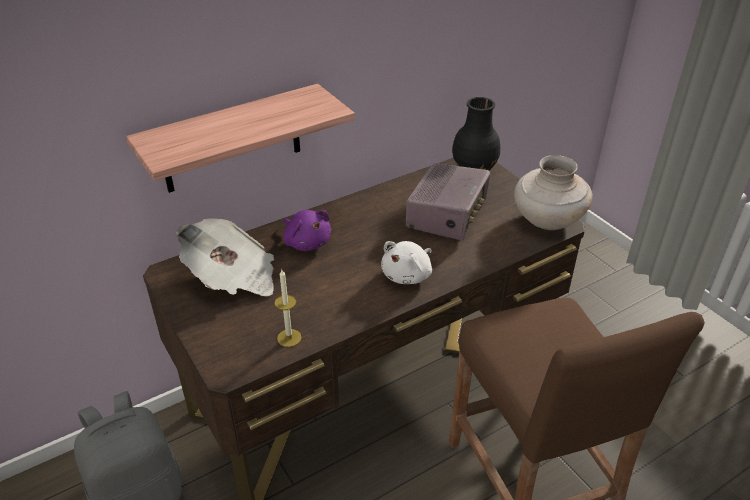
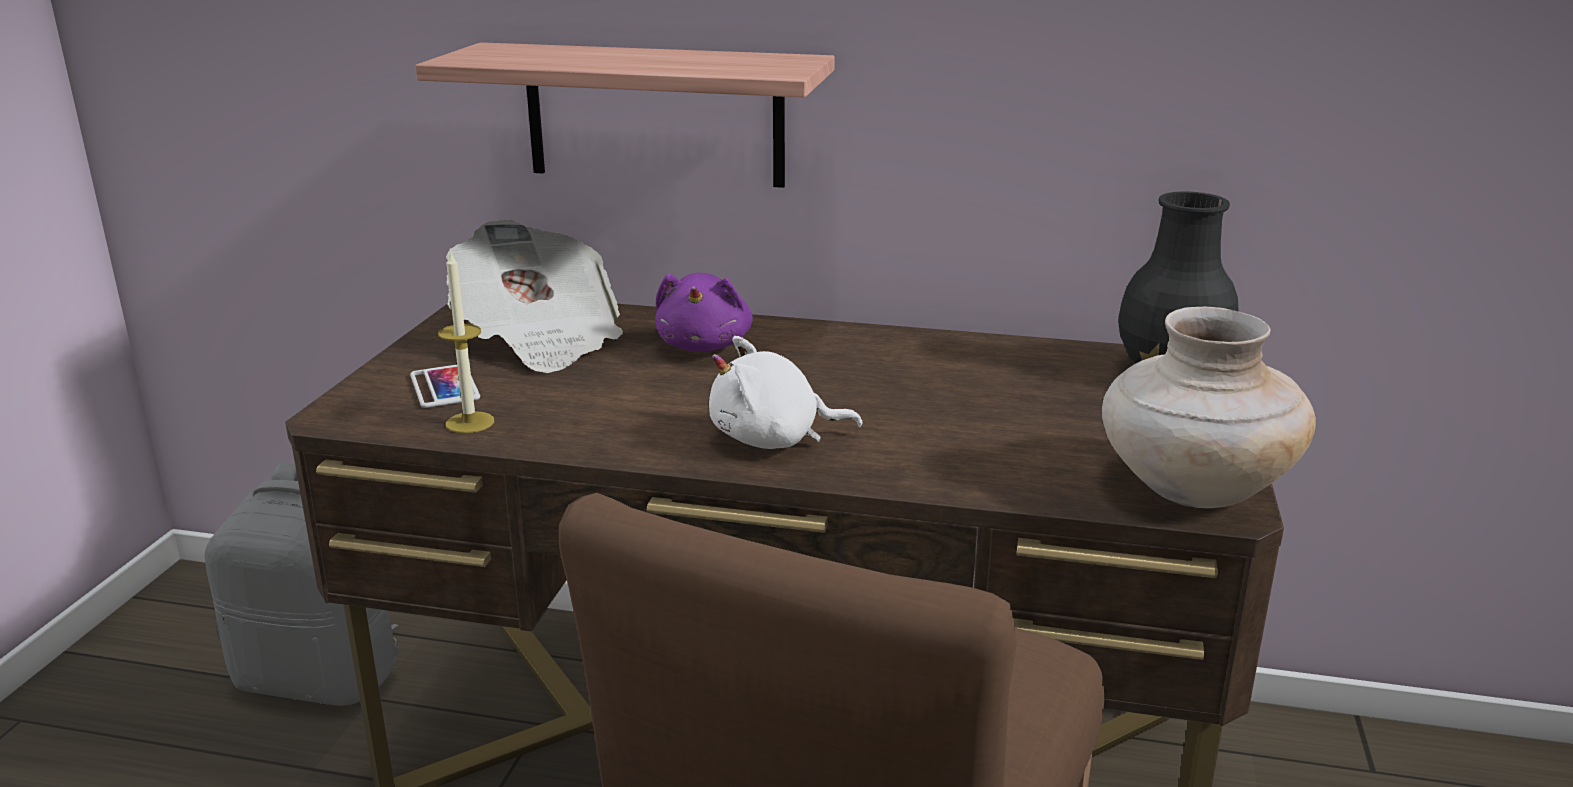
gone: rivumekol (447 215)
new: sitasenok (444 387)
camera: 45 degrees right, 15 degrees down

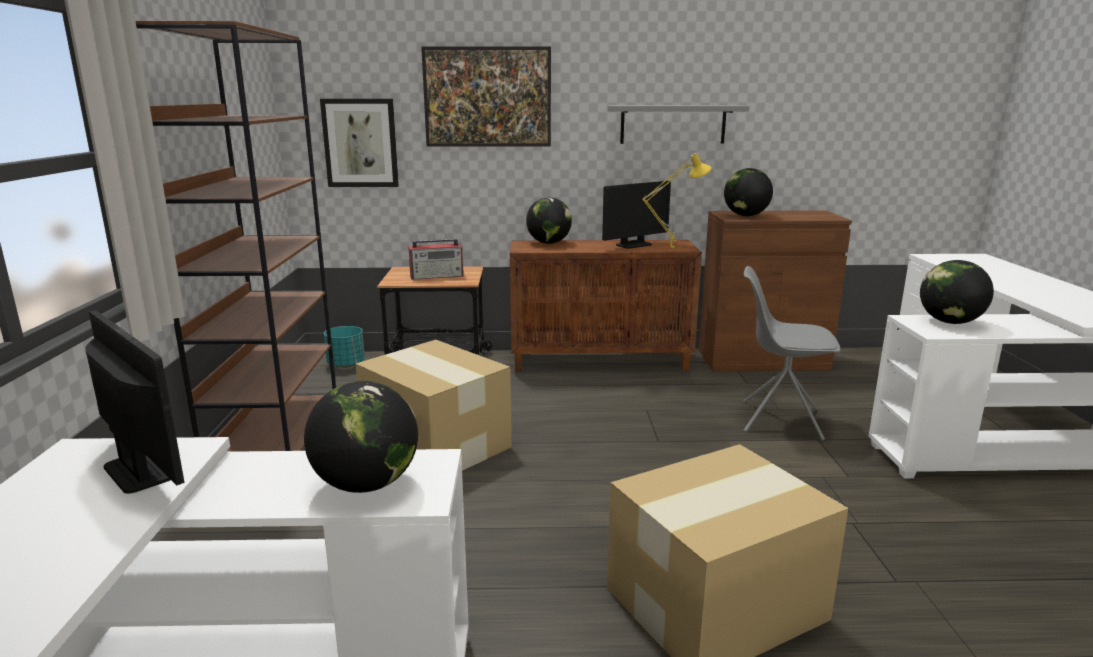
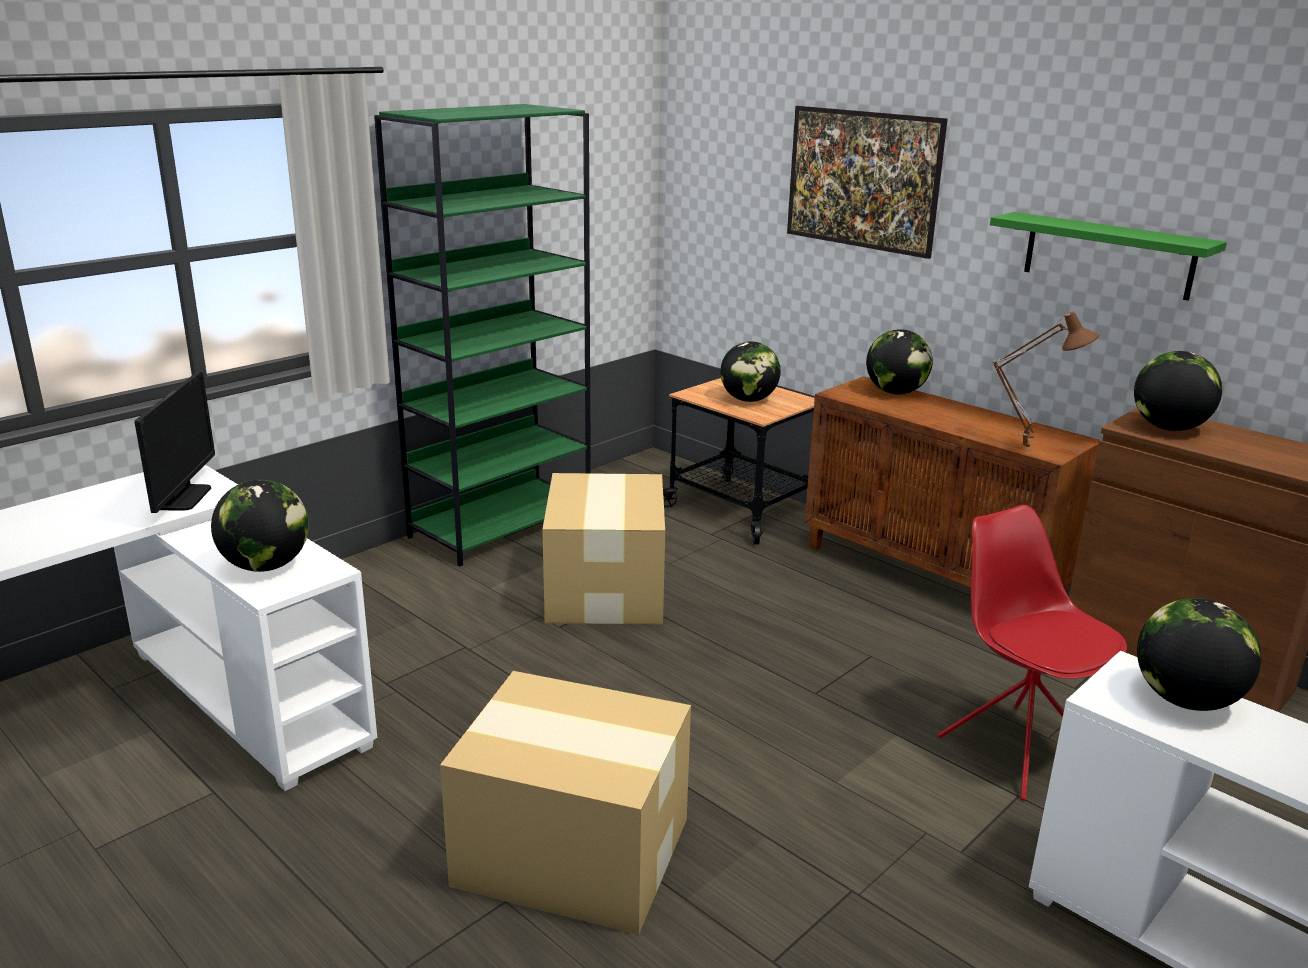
gone: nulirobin (360 143); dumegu (634 245); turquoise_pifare (346 364)
swapped: rivumekol (437 276) to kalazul (748 400)
repainted: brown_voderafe (276 439) to green_voderafe (501 525); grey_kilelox (673 124) to green_kilelox (1108 255); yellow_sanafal (672 249) to brown_sanafal (1027 449); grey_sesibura (779 420) to red_sesibura (1017 749)
camera: 45 degrees right, 5 degrees up

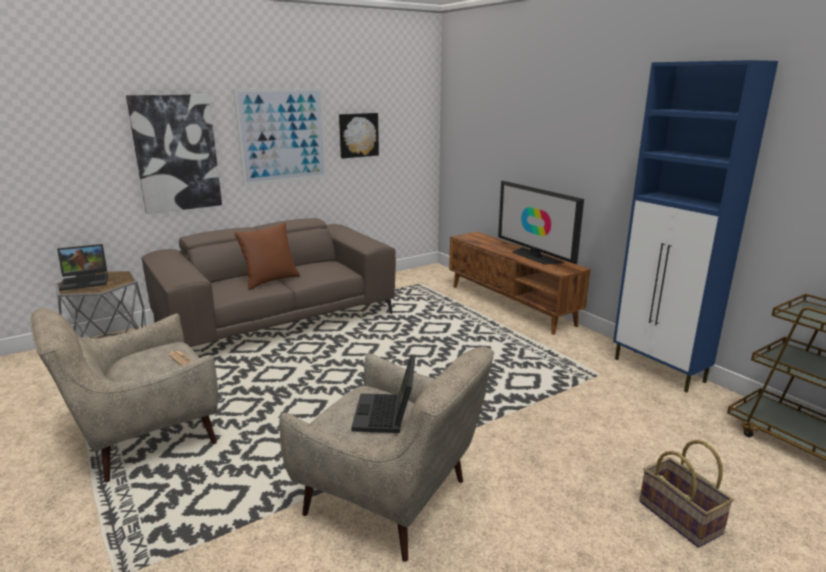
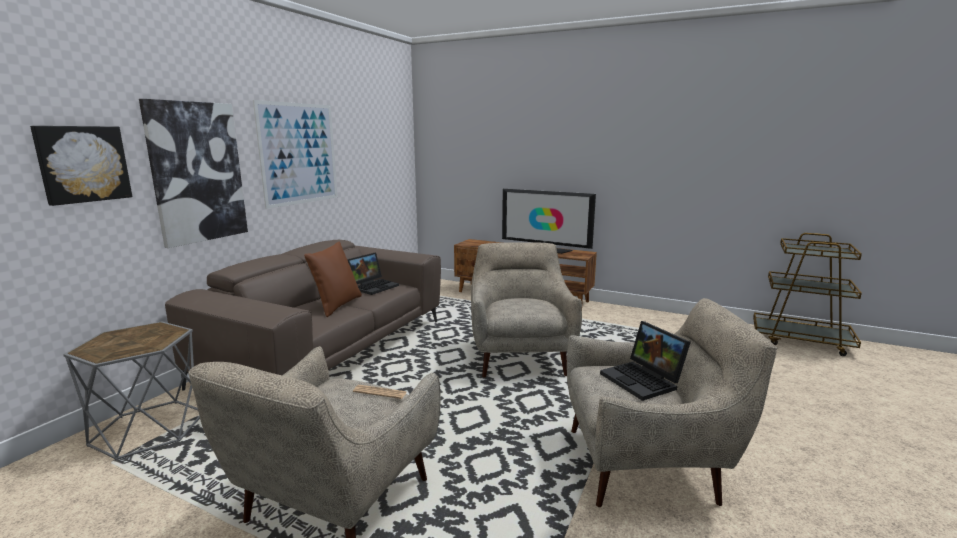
gone: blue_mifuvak (659 371); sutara (681 517)
new: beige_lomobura (520 356)
shifted: nulirobin (358 135) to (83 164); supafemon (86 281) to (373 286)
camera: 30 degrees left, 5 degrees down

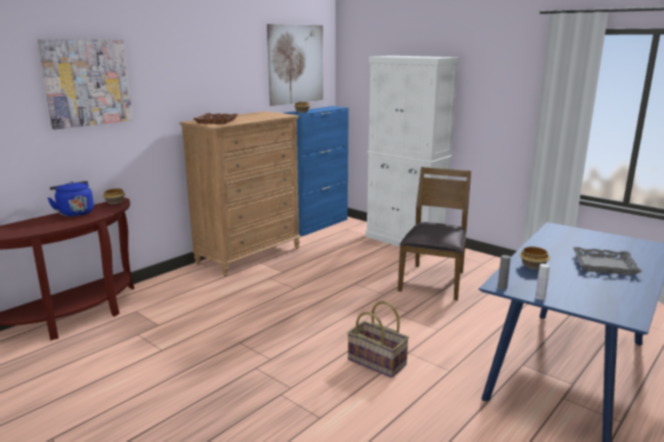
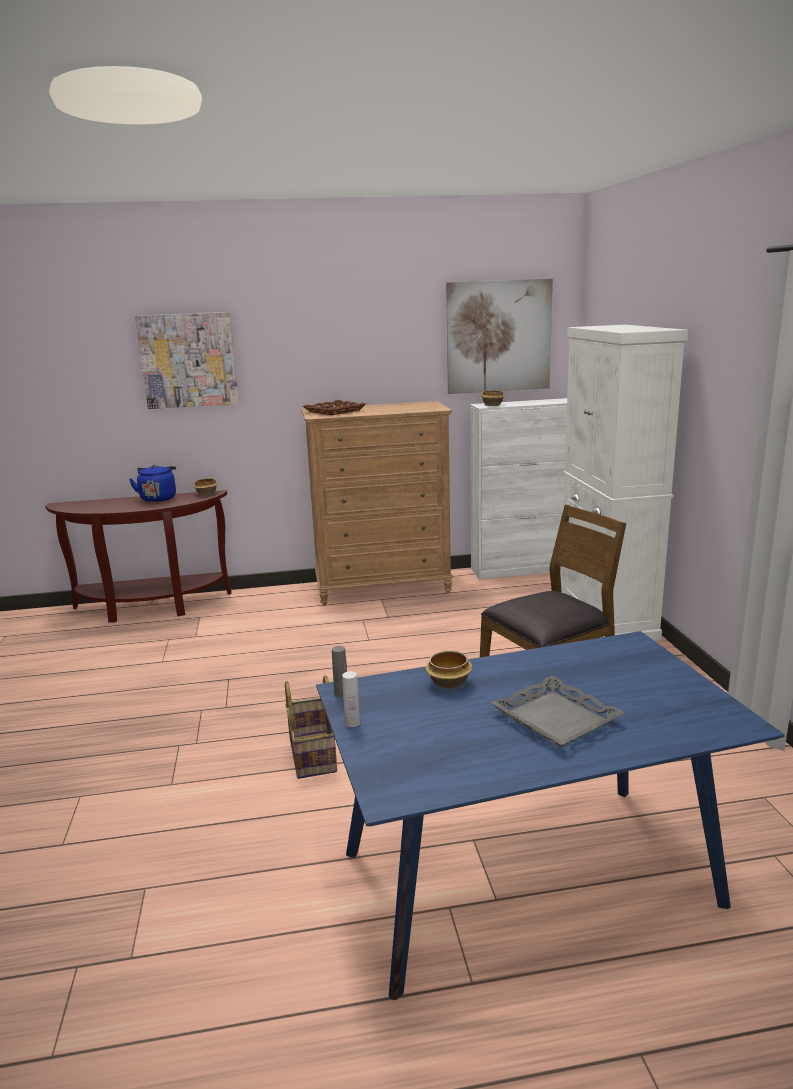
repainted: blue_mifuvak (318 225) to white_mifuvak (522 569)
camera: 40 degrees right, 0 degrees up

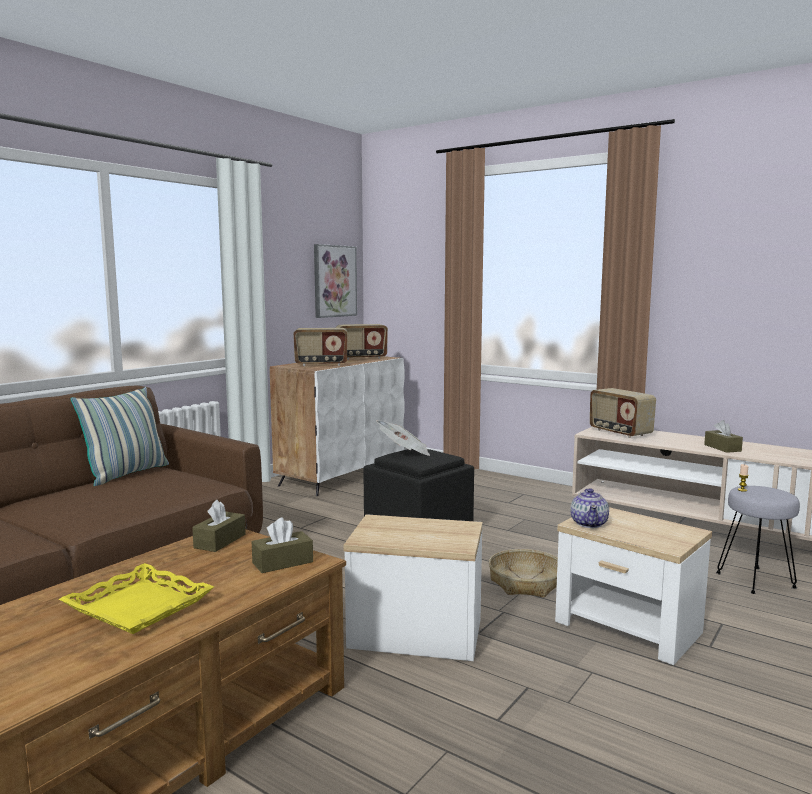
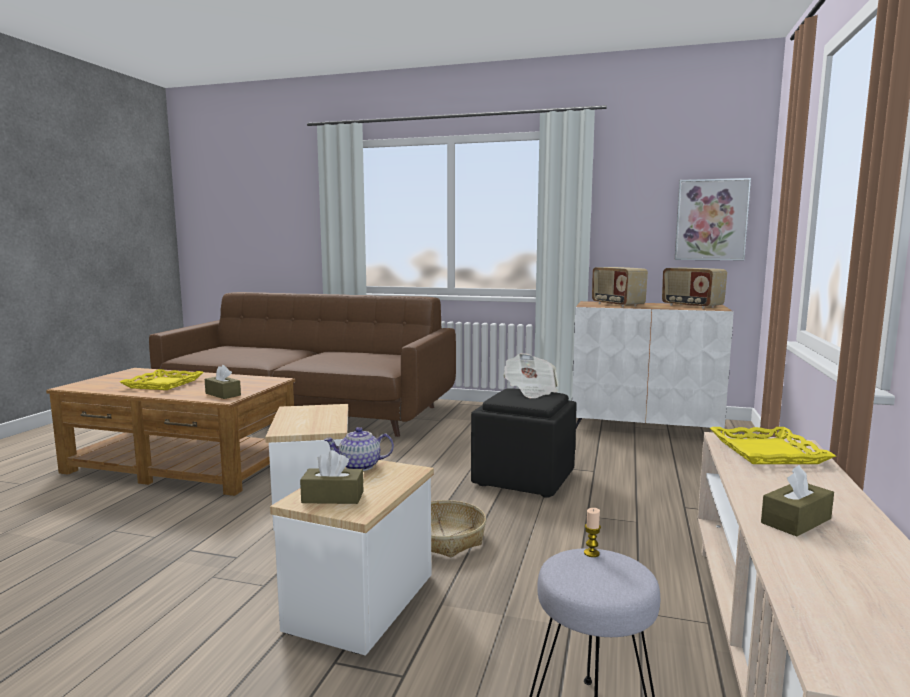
gone: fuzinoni (126 474)
shifted: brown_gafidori (220 541) to (333 497)
swapped: rivumekol (619 432) to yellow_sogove (768 452)
camera: 70 degrees right, 0 degrees up

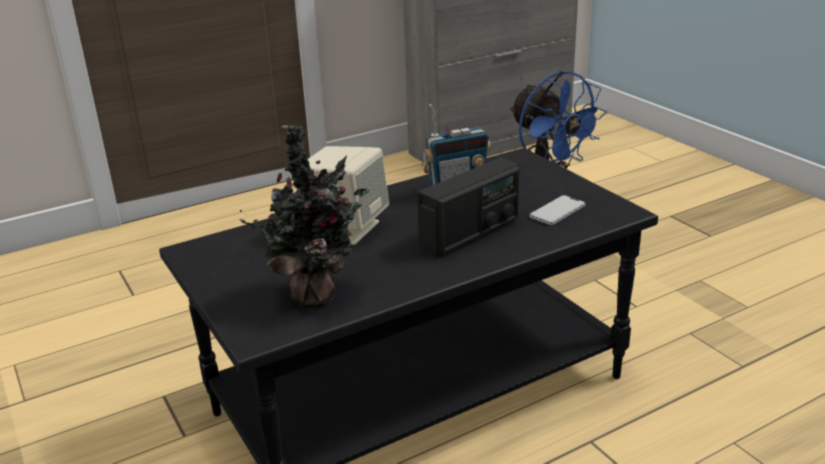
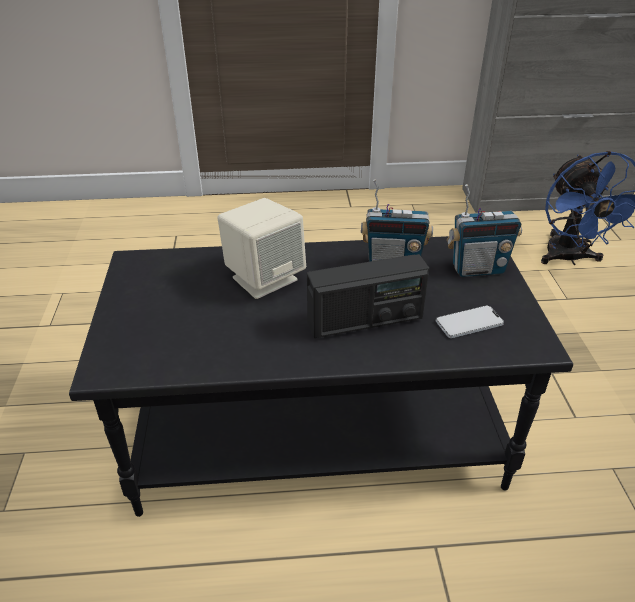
gone: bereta (316 294)
new: rivumekol (477 269)
camera: 25 degrees right, 10 degrees up

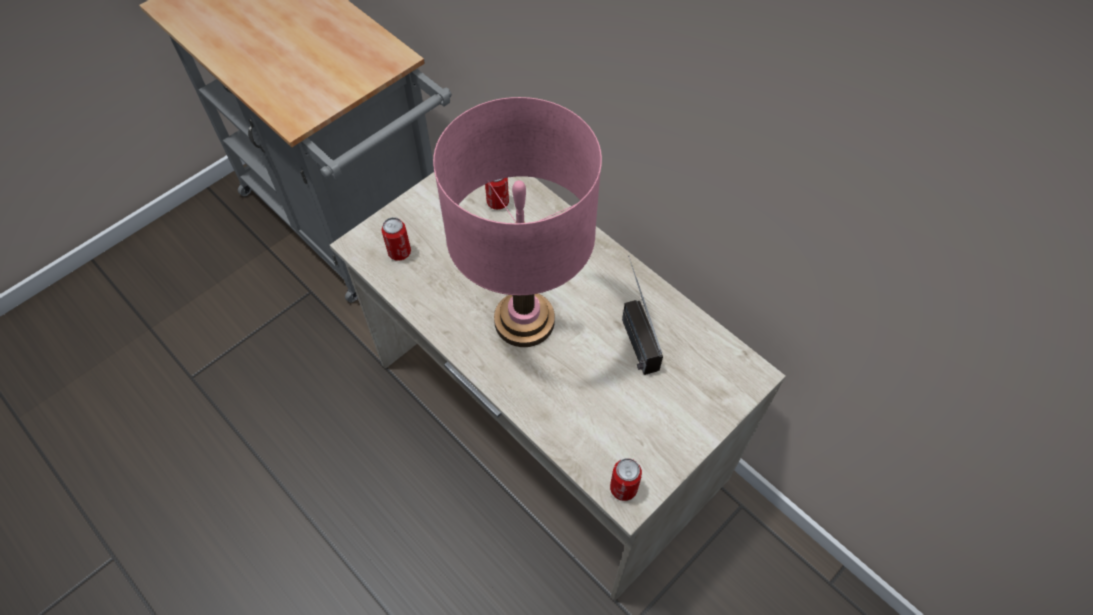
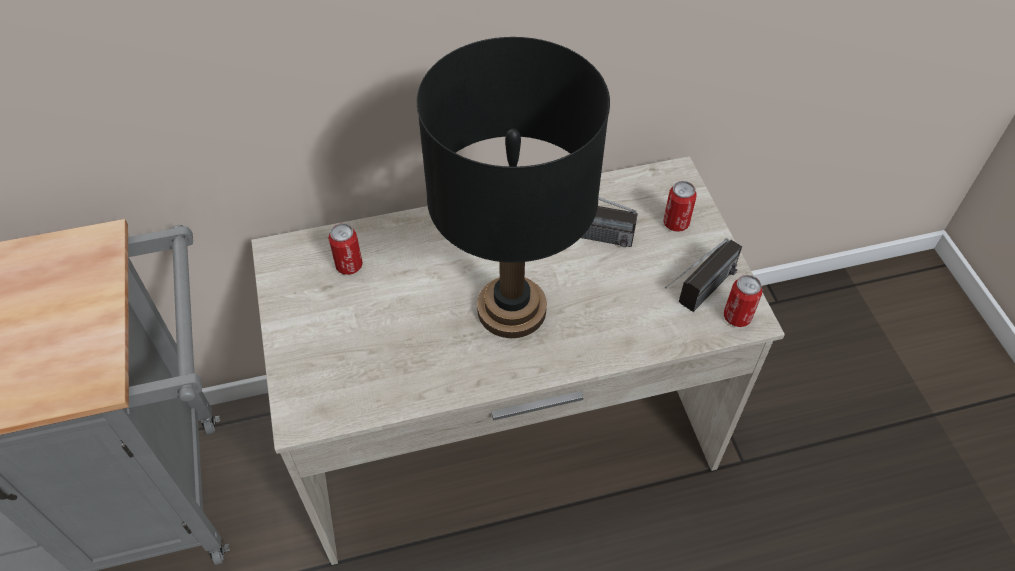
new: rivumekol (697 298)
shifted: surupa (399 252) to (676 223)
repainted: pink_sanafal (525 320) to black_sanafal (511 309)
camera: 60 degrees left, 5 degrees down

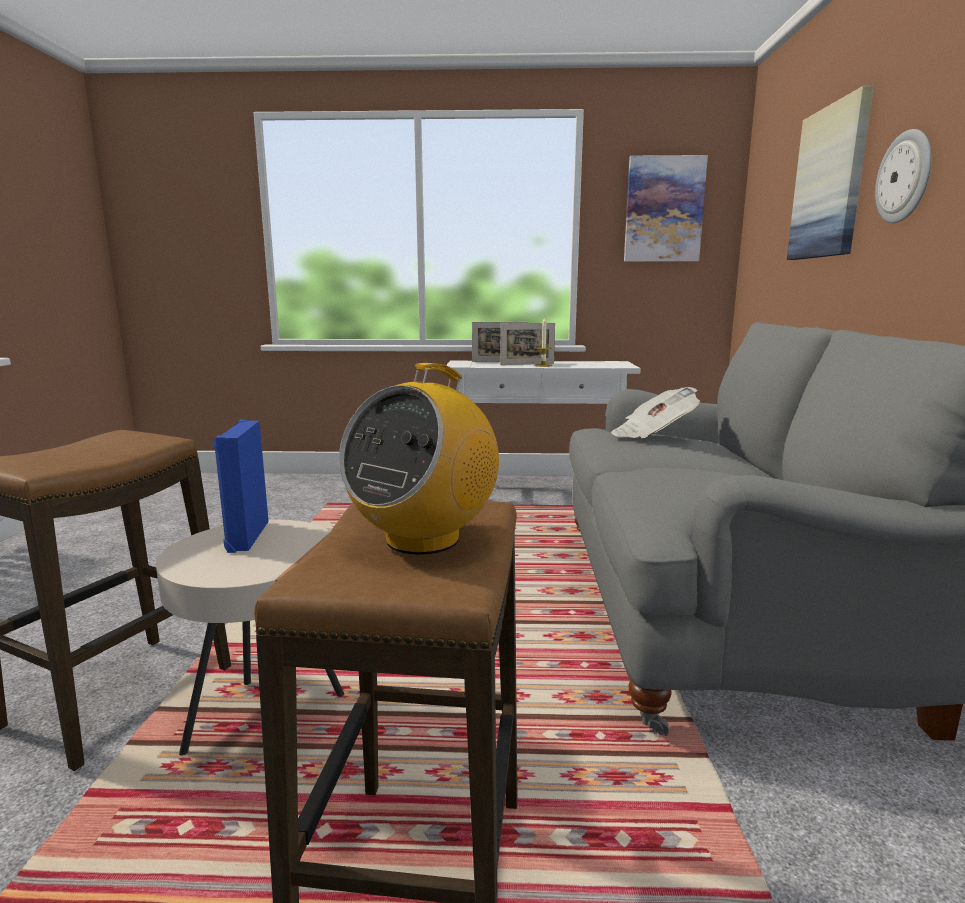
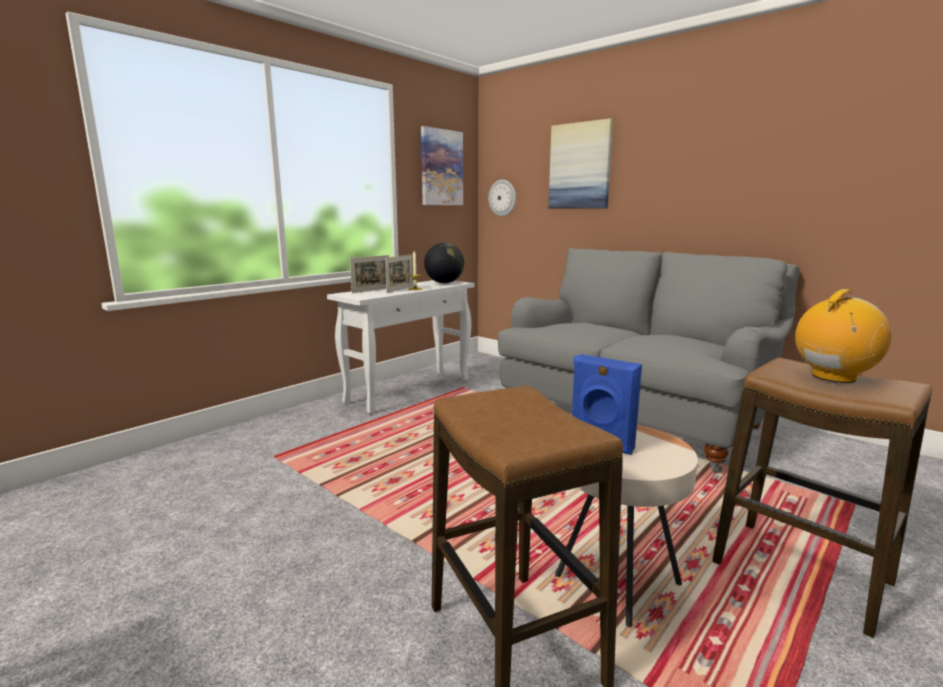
gone: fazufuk (653 435)
new: kalazul (444 283)
shifted: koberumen (905 177) to (502 198)
rotated: rivumekol (423 539) = (833 377) 105 degrees counterclockwise
camera: 50 degrees left, 0 degrees up

